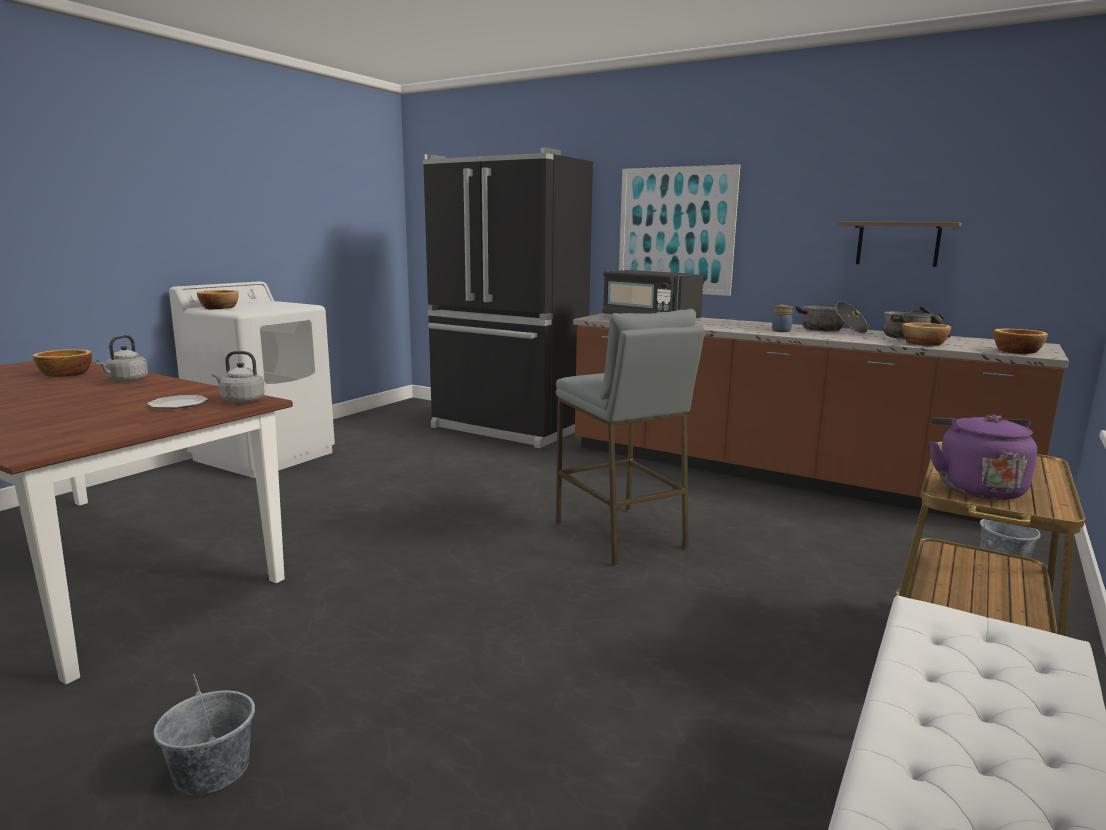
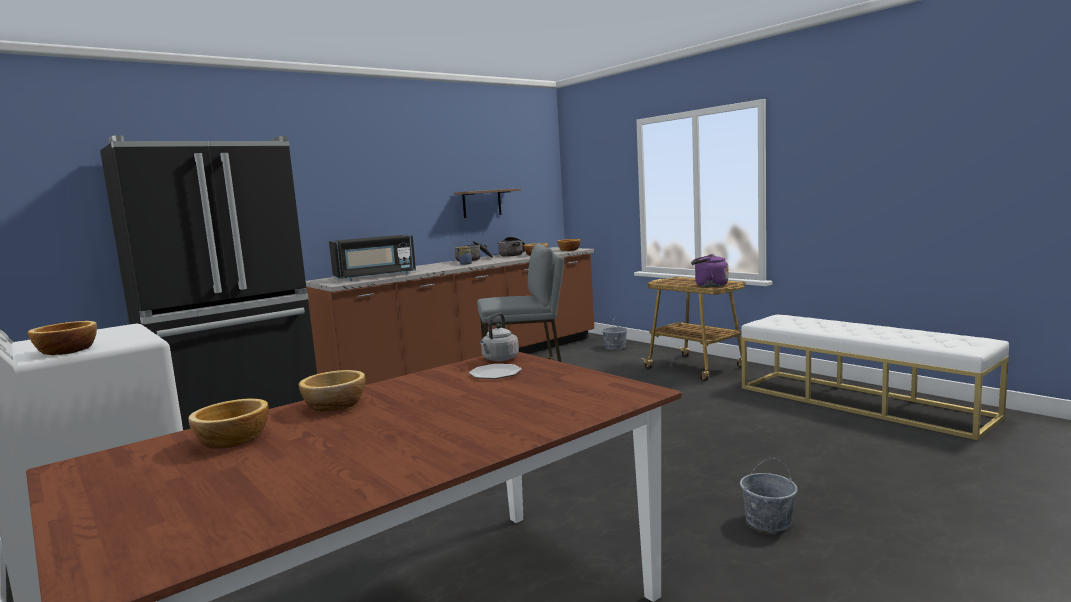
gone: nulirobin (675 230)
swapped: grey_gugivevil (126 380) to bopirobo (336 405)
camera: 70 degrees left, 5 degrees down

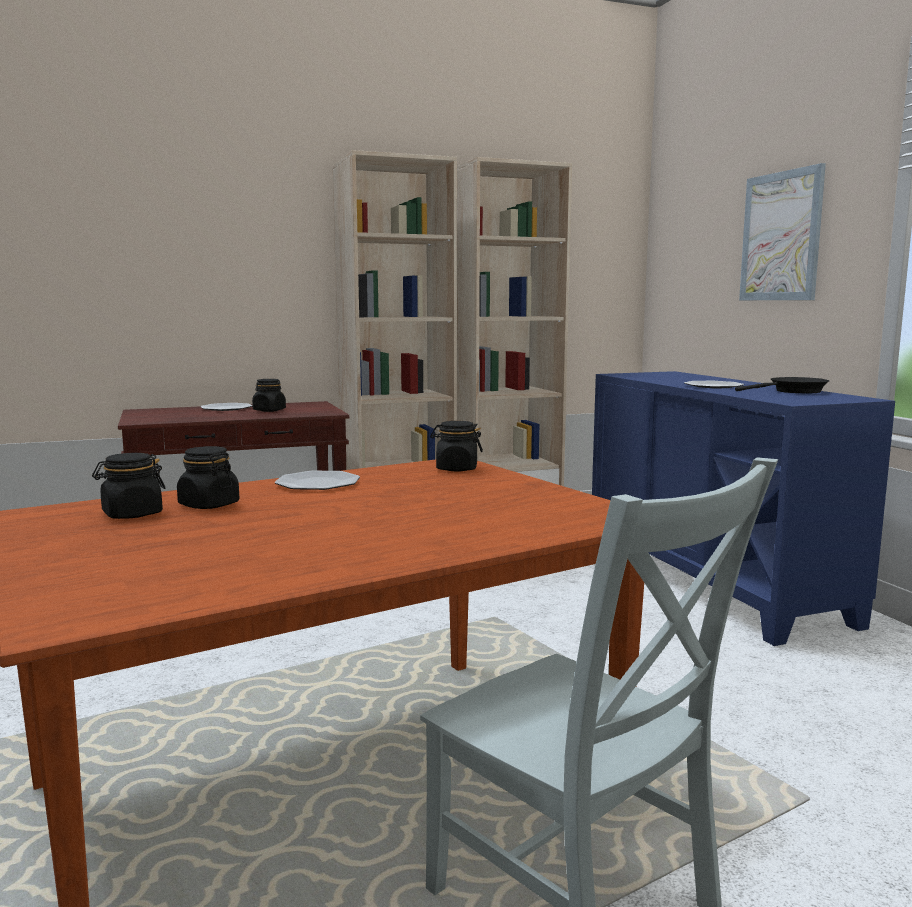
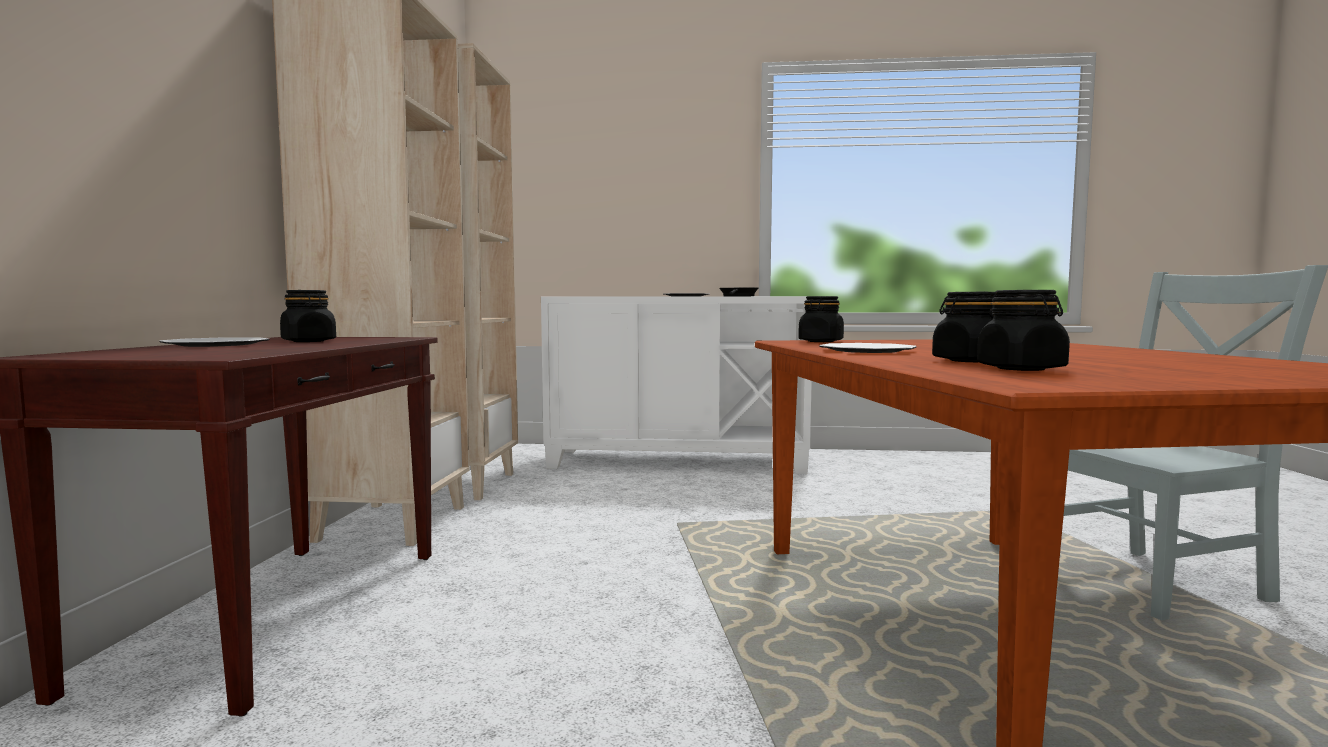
gone: nulirobin (781 236)
repainted: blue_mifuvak (711 580) to white_mifuvak (678 461)
camera: 65 degrees left, 5 degrees down

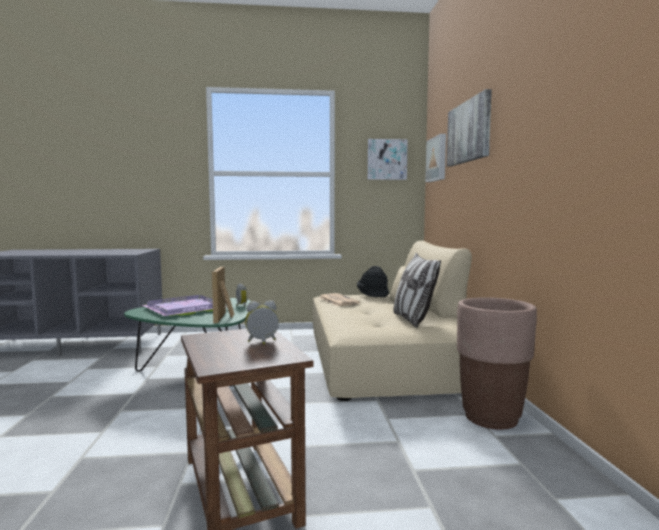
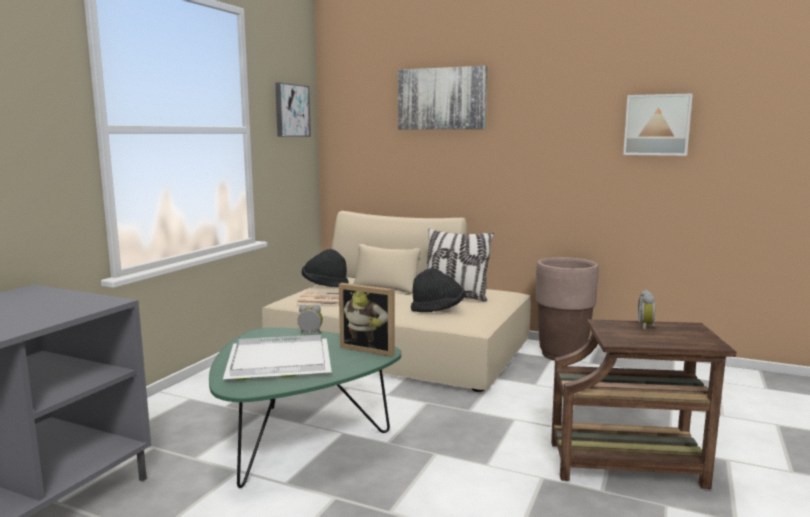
new: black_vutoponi (438 310)
shifted: nulirobin (437 159) to (657 125)
repainted: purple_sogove (186 309) to white_sogove (281 360)
camera: 60 degrees left, 5 degrees up

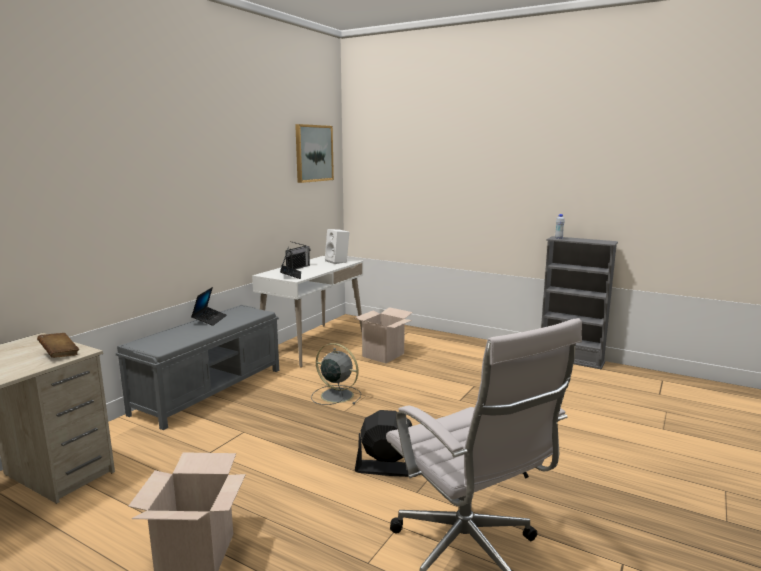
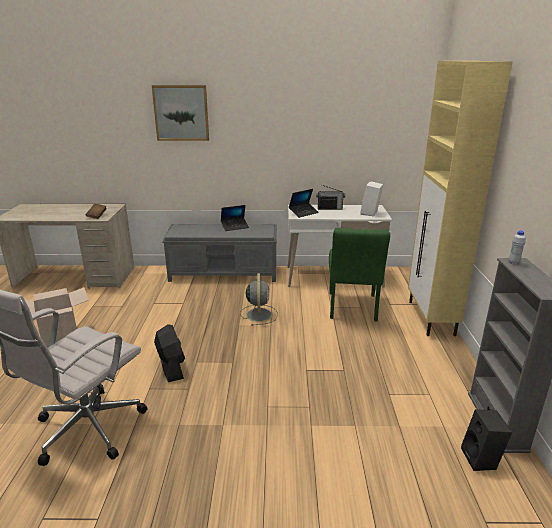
new: beige_mifuvak (431 318); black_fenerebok (482 459)
shifted: nulirobin (313 153) to (181 113)
swapped: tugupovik (383 355) to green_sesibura (352 309)
camera: 60 degrees right, 10 degrees up

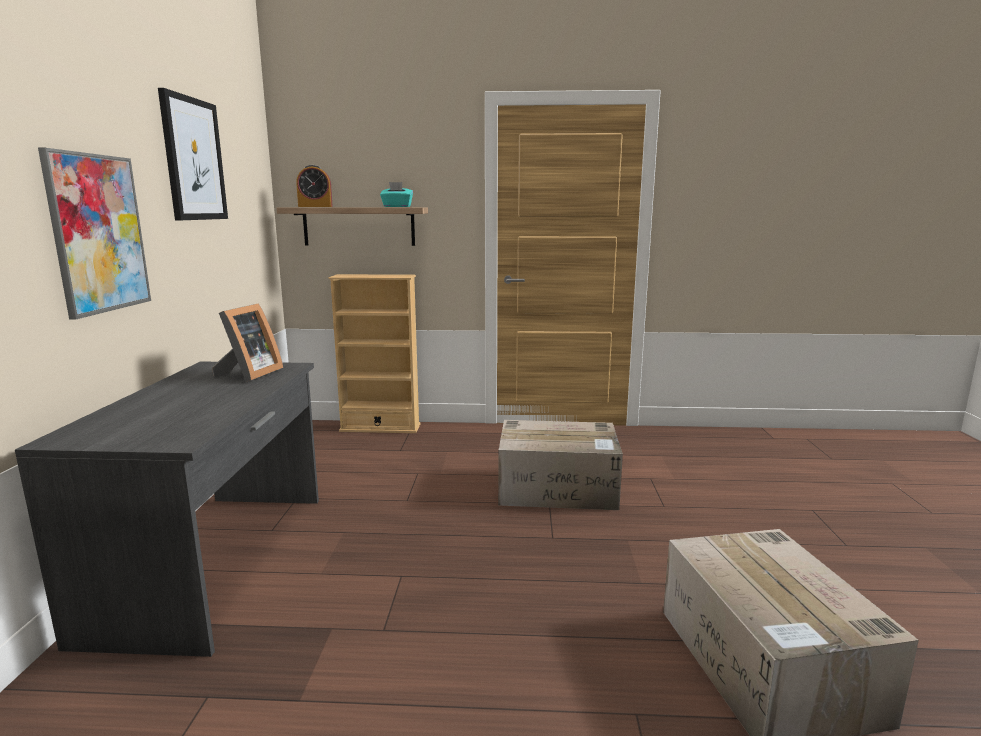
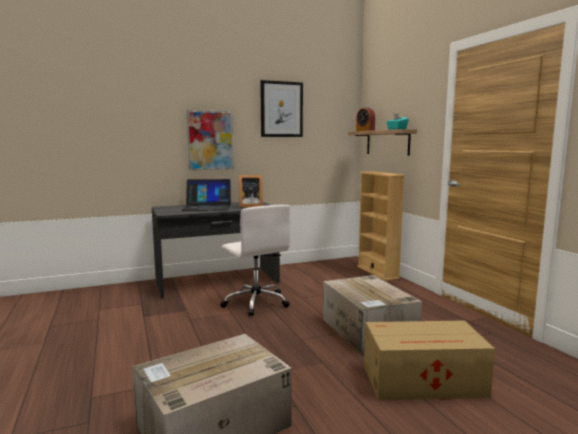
new: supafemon (207 207); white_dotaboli (256 302); tugupovik (425 381)
camera: 65 degrees right, 5 degrees down

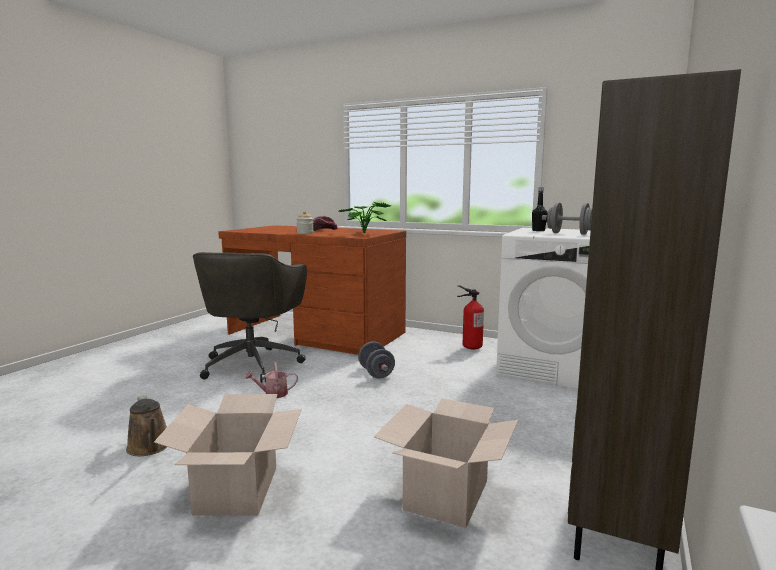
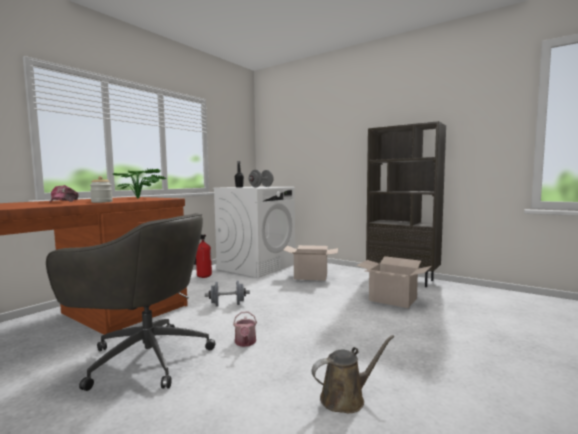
shifted: tugupovik (236 490) to (310 276)
camera: 80 degrees left, 5 degrees down

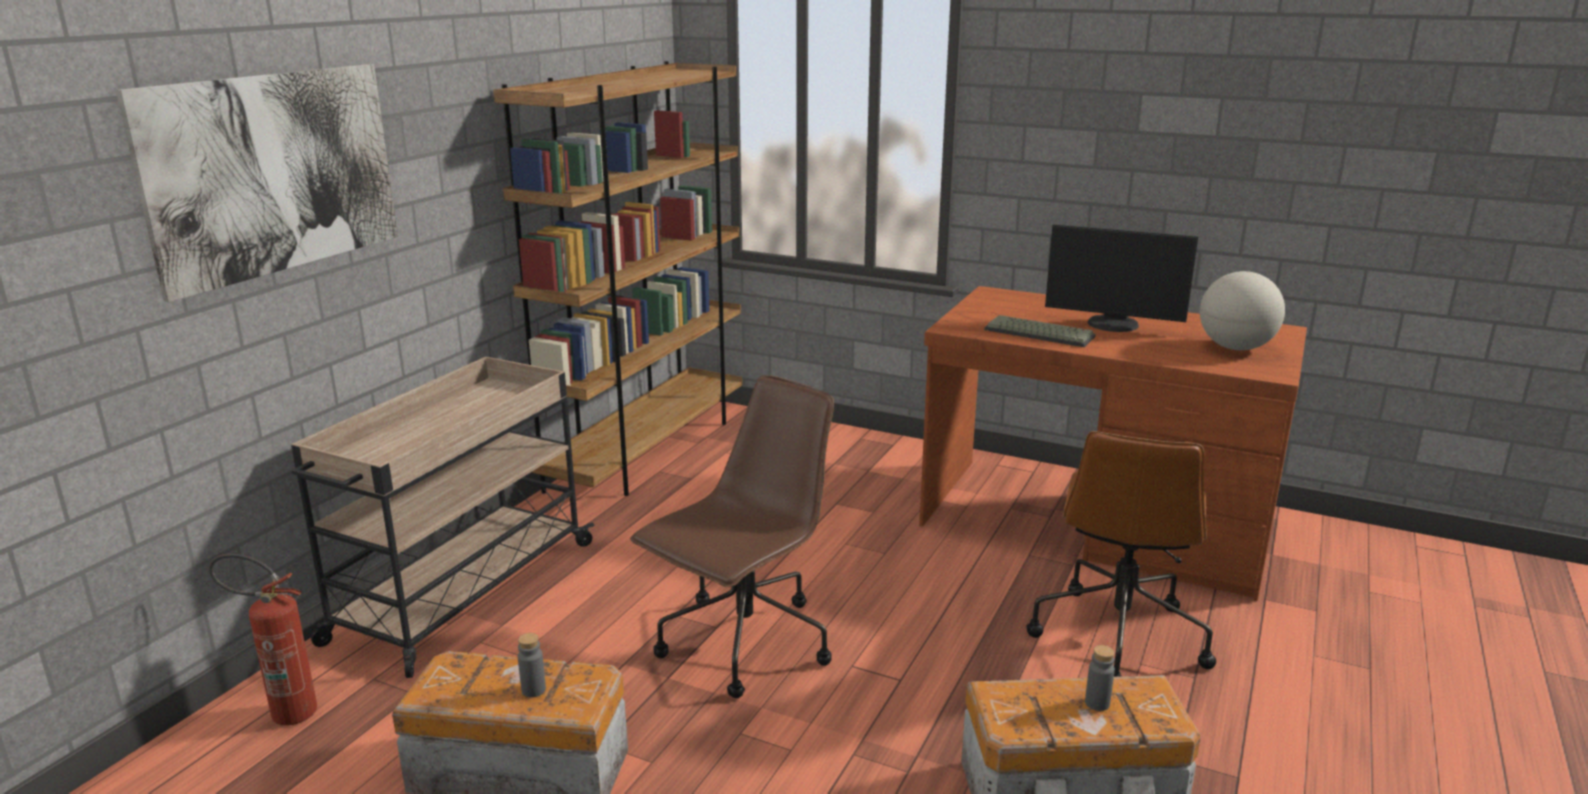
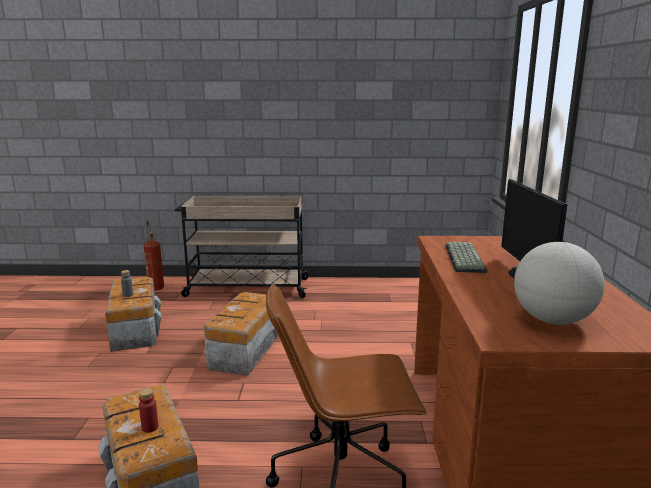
gone: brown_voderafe (648 450); nulirobin (274 173)
swapped: brown_dotaboli (743 645) to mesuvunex (244 351)
repainted: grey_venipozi (1097 703) to red_venipozi (150 427)
camera: 65 degrees right, 5 degrees down

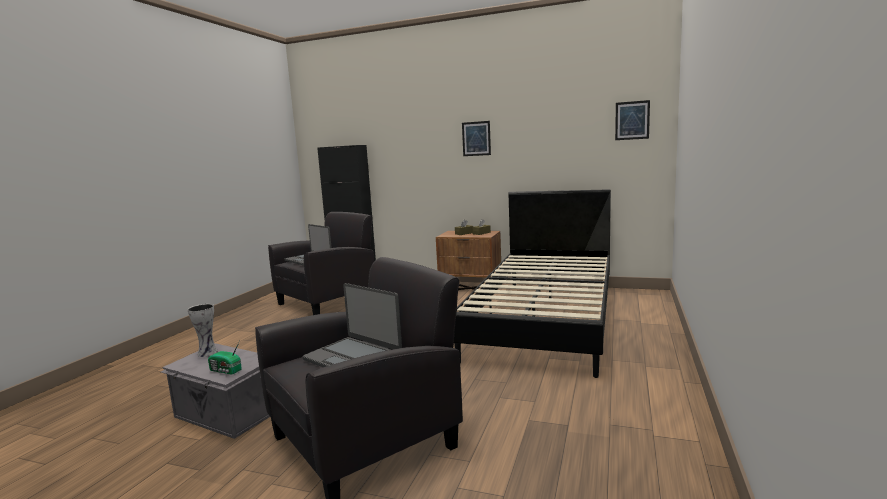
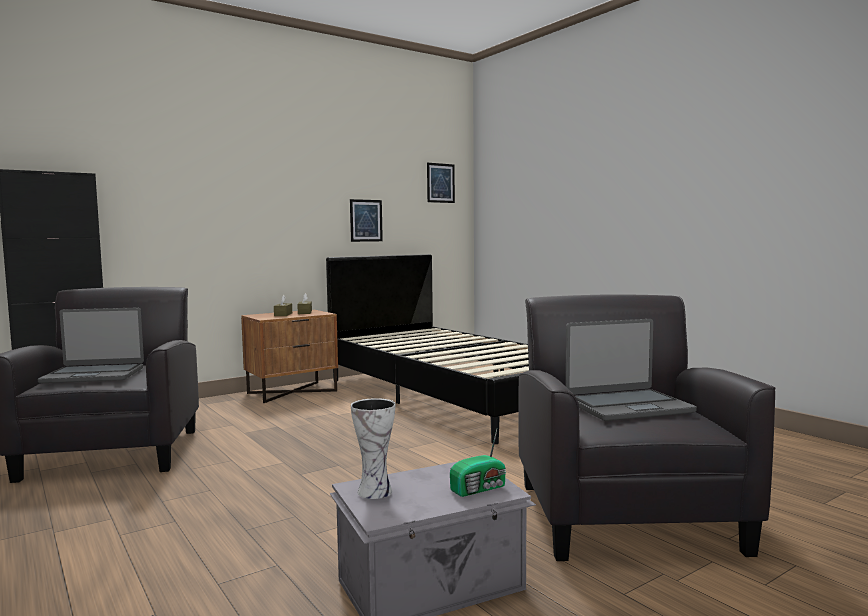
shifted: nulirobin (476 138) to (366 220)
camera: 55 degrees left, 5 degrees down

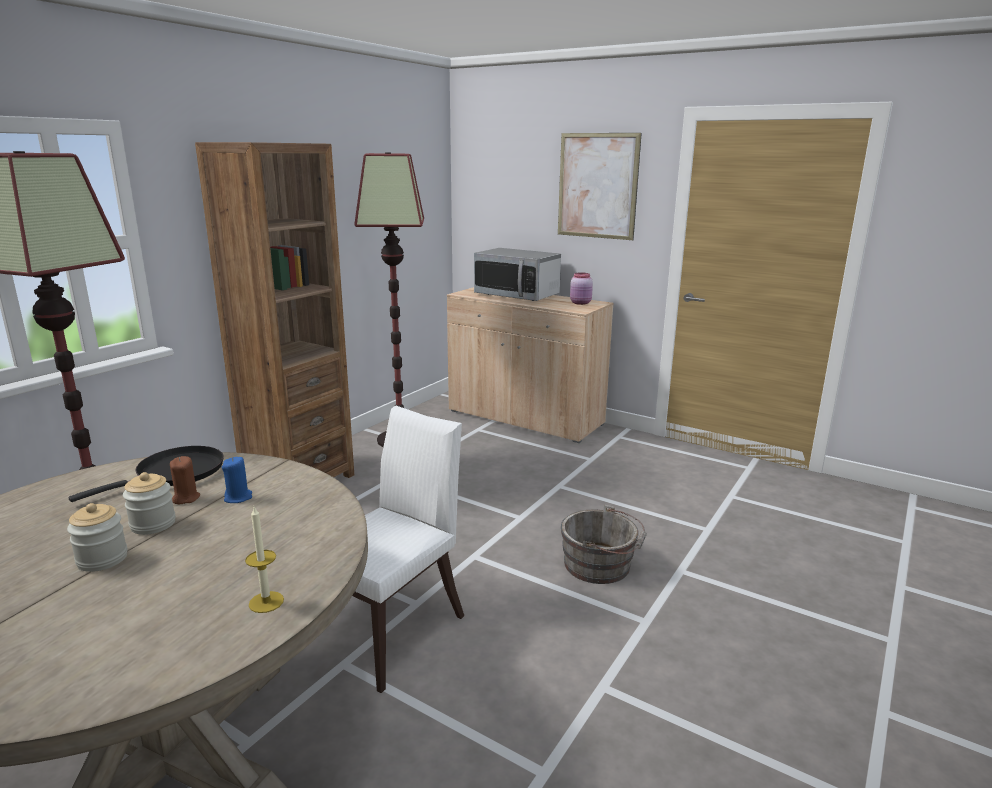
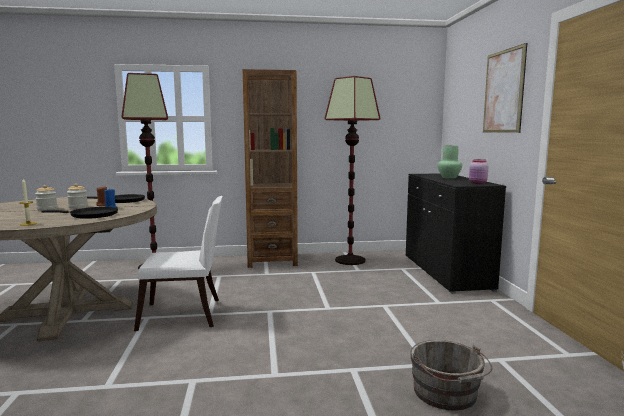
new: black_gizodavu (91 215)
shifted: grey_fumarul (601 565) to (447 394)
swapped: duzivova (517 295) to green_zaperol (449 177)
repainted: beige_mifuvak (525 418) to black_mifuvak (445 272)
camera: 50 degrees right, 10 degrees down

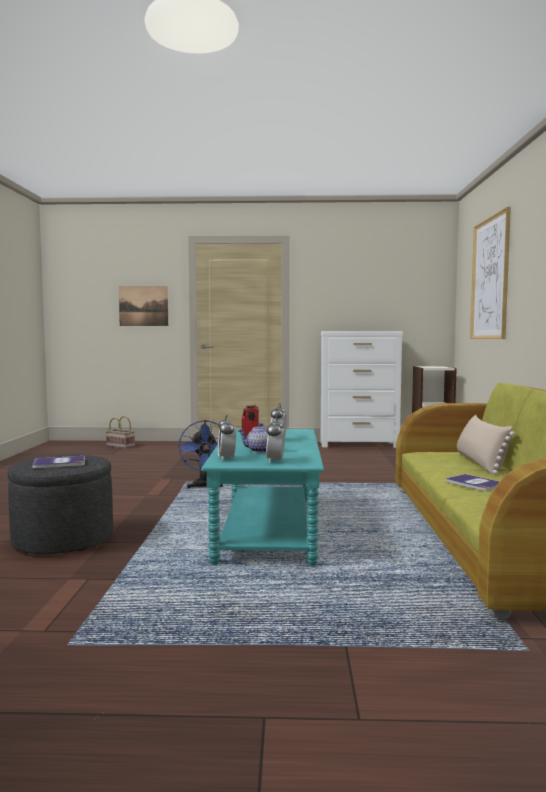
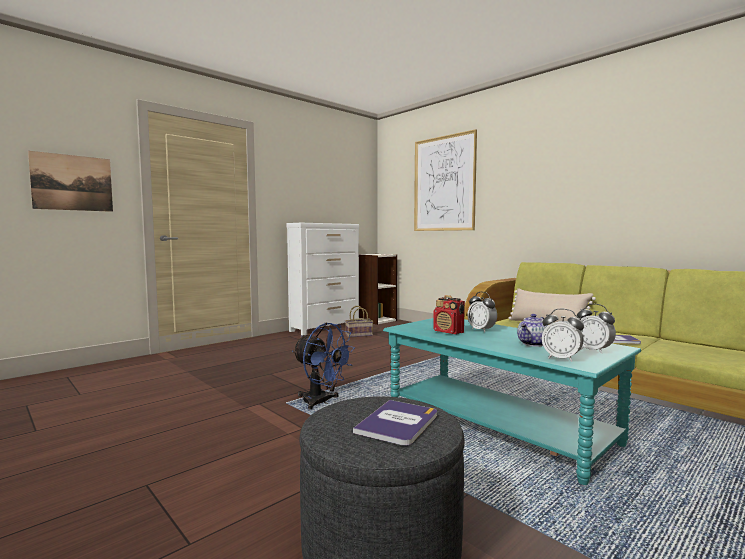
shifted: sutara (121 446) to (359 335)
camera: 45 degrees left, 0 degrees up

